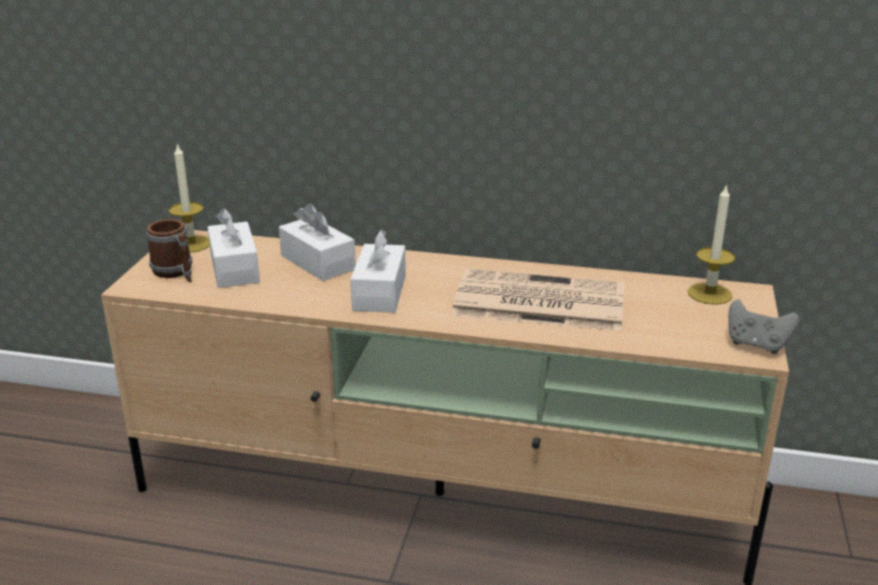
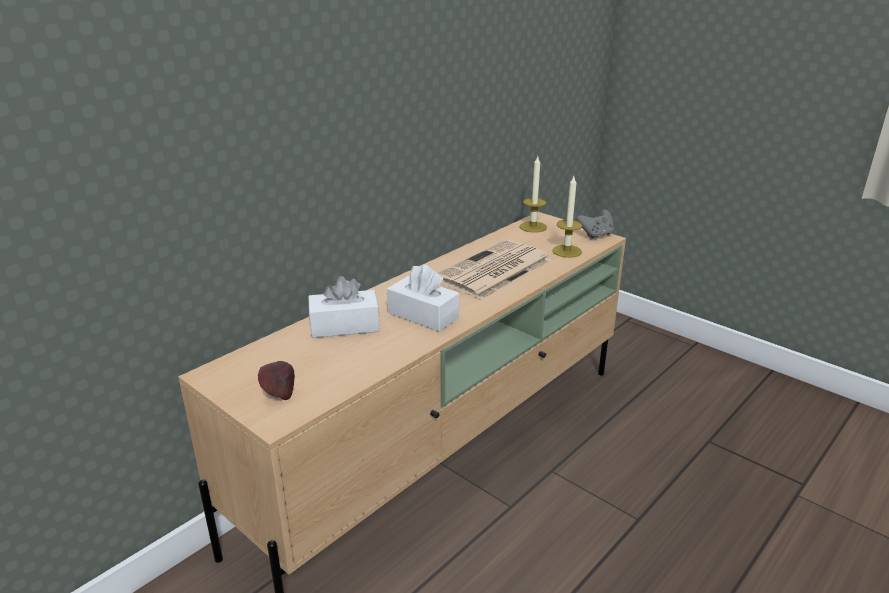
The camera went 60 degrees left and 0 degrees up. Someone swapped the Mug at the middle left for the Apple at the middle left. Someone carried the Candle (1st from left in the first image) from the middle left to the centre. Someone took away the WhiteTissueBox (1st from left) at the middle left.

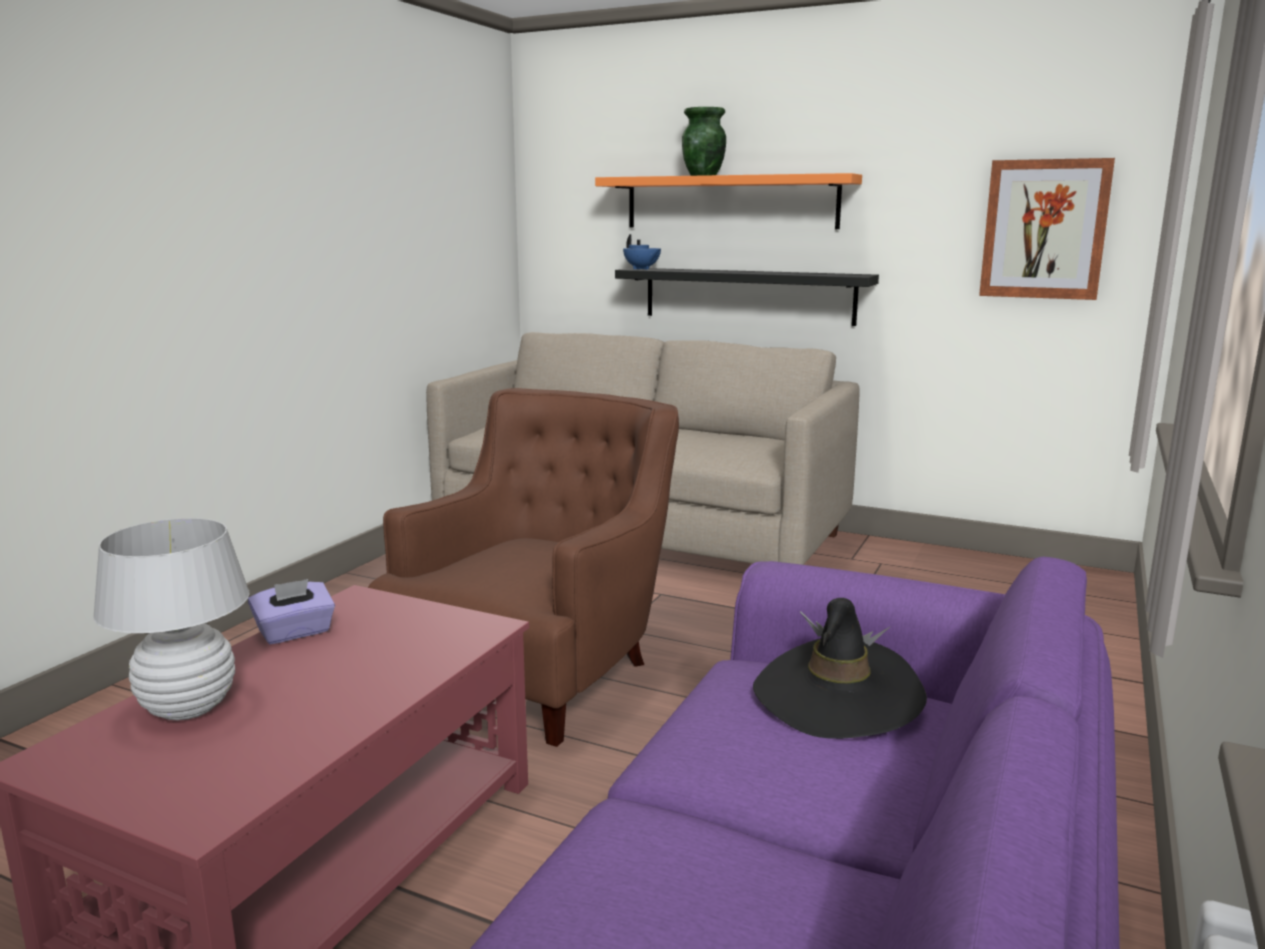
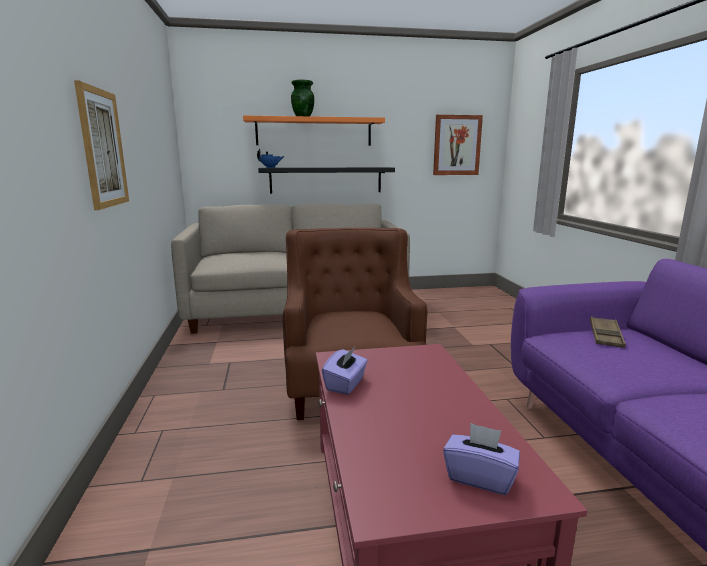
The camera went 35 degrees left and 0 degrees up. Someone put up the Picture (1st from left) at the top left. Someone put down the PurpleTissueBox (2nd from left) at the bottom right. Someone swapped the BlackHat at the bottom centre for the BrownTray at the middle right. Someone took away the WhiteTableLamp at the middle left.

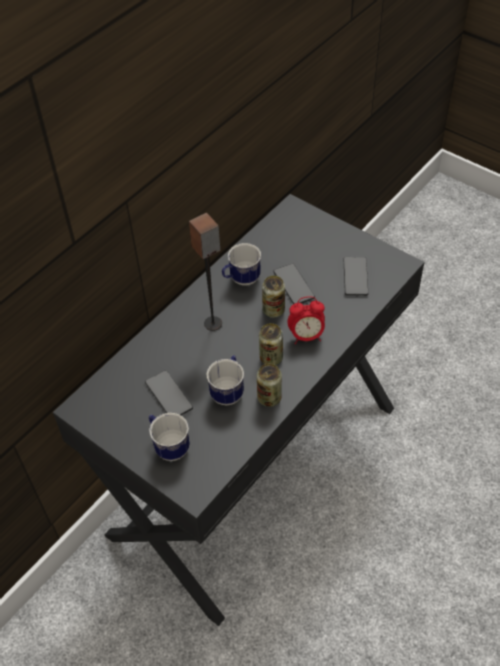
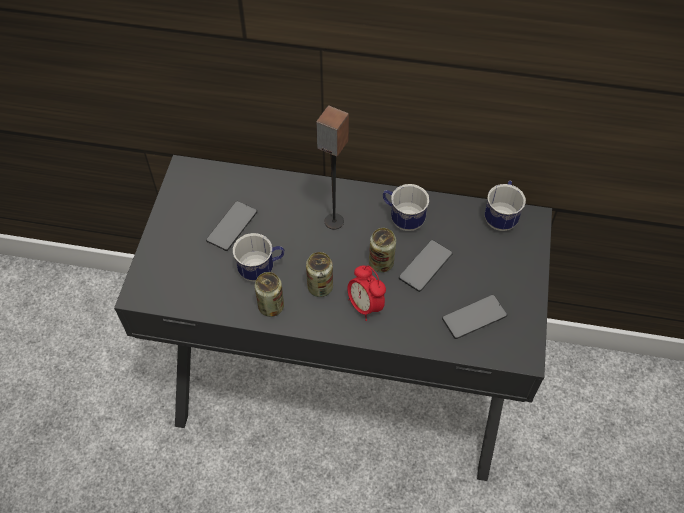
The camera went 60 degrees right and 5 degrees up. Someone carried the Mug (1st from left in the first image) from the centre to the middle right.

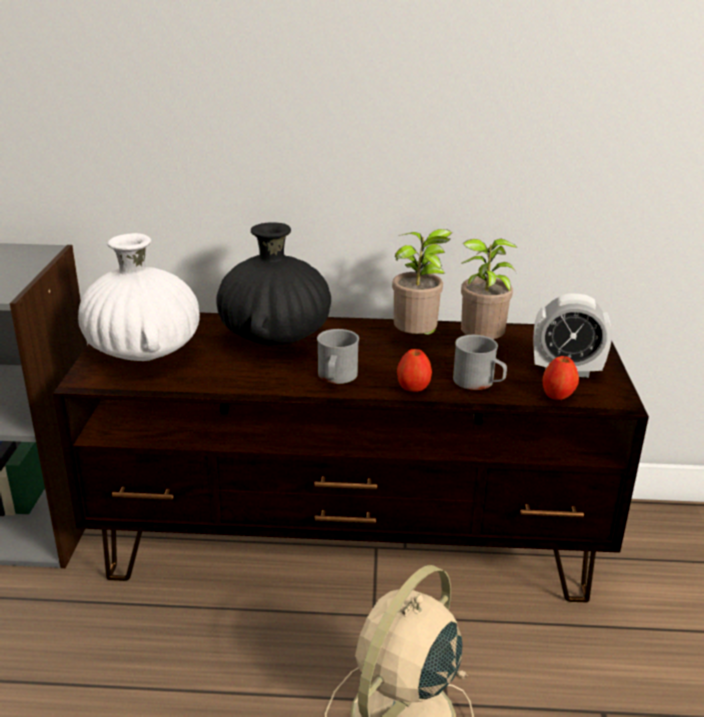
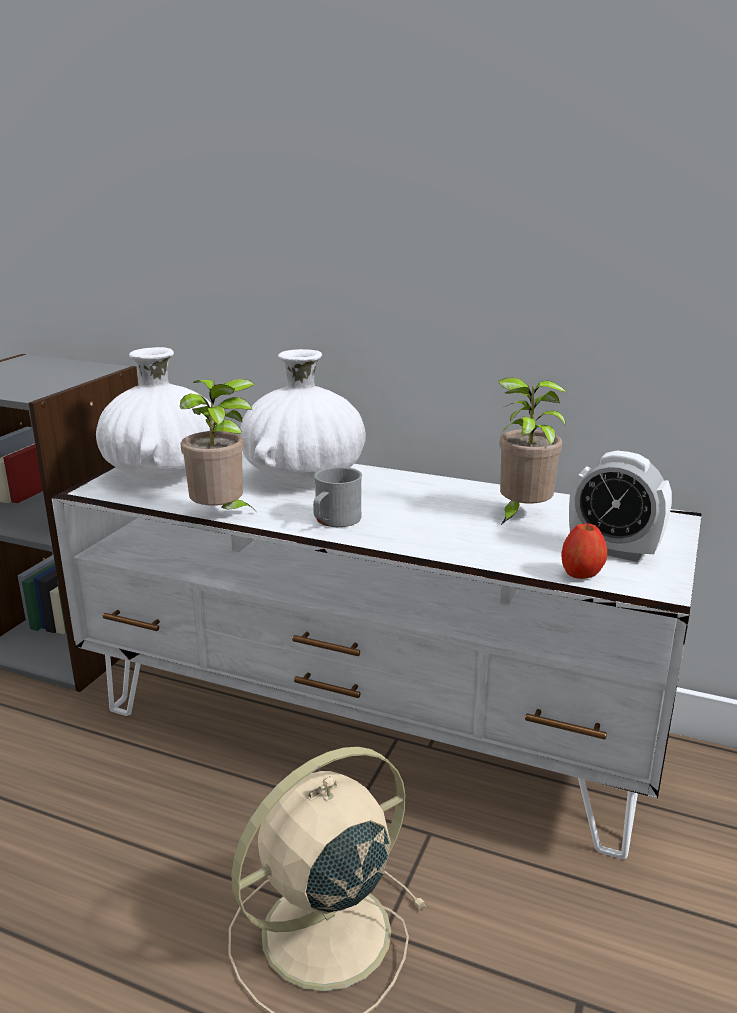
The camera went 20 degrees right and 5 degrees down. Someone repainted the BrownTvStand at the centre, which became the WhiteTvStand at the centre. Someone carried the PottedPlant (1st from left) from the centre to the middle left. Someone repainted the BlackVase at the centre, which became the WhiteVase (2nd from left) at the centre. Someone took away the Apple (1st from left) at the centre. Someone took away the GreyMug (2nd from left) at the middle right.

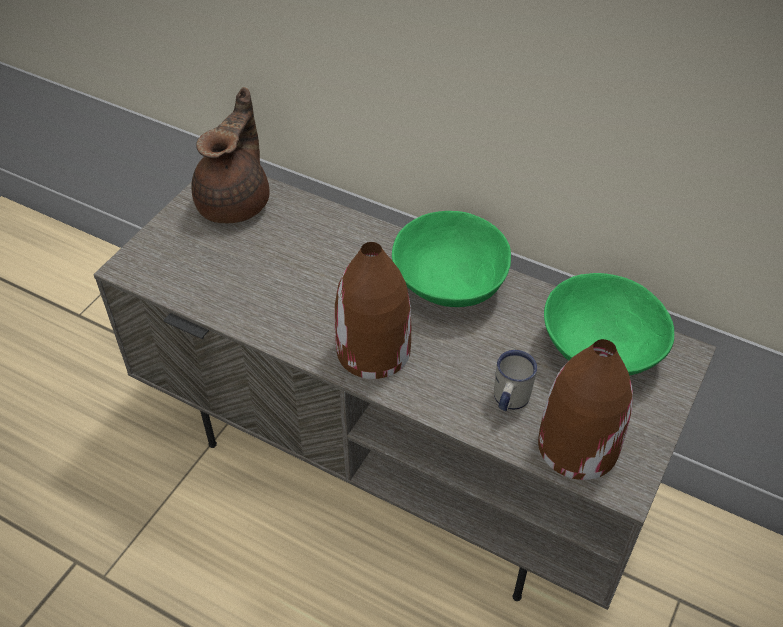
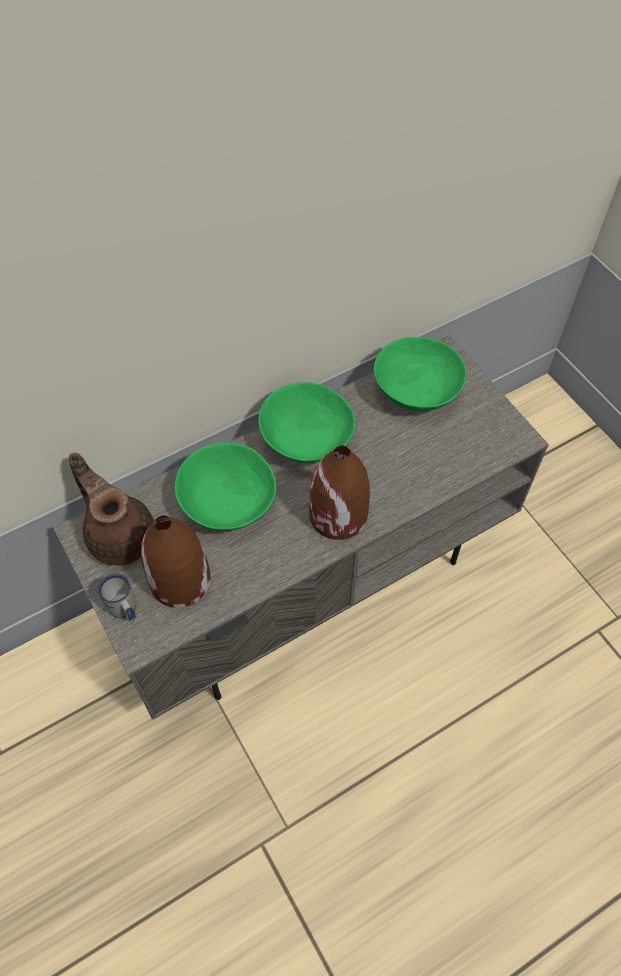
The camera went 60 degrees left and 10 degrees up. Someone carried the WhiteMug from the centre to the middle left. Someone carried the BrownVase (2nd from left in the first image) from the middle right to the middle left. Someone put down the GreenBowl (1st from left) at the centre.

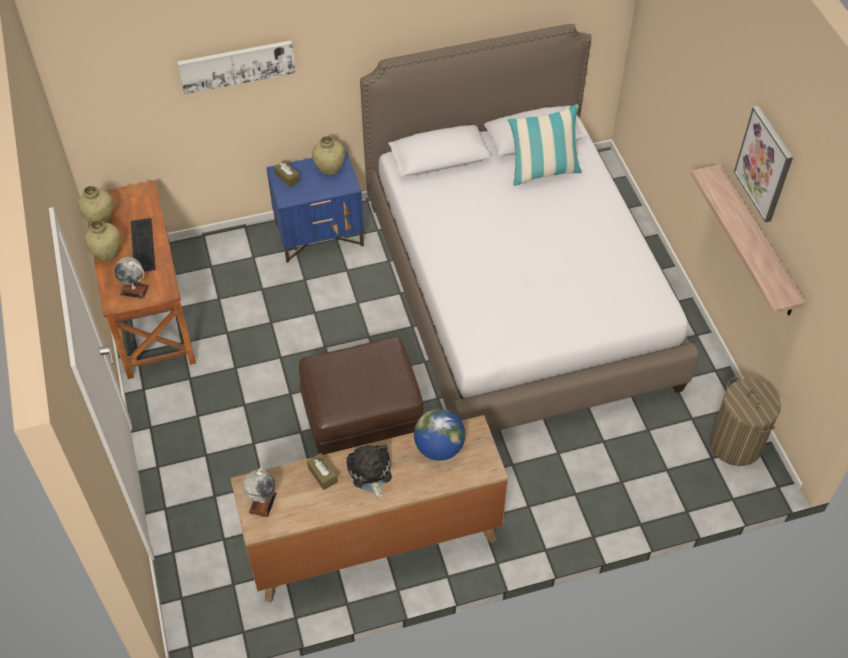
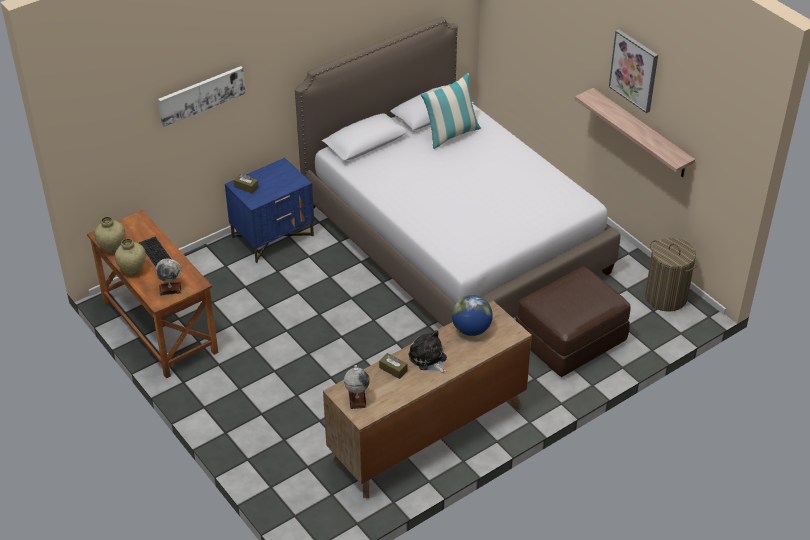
The camera went 20 degrees left and 10 degrees down. Someone carried the BrownOttoman from the centre to the middle right. Someone took away the BeigeVase (3rd from left) at the top centre.

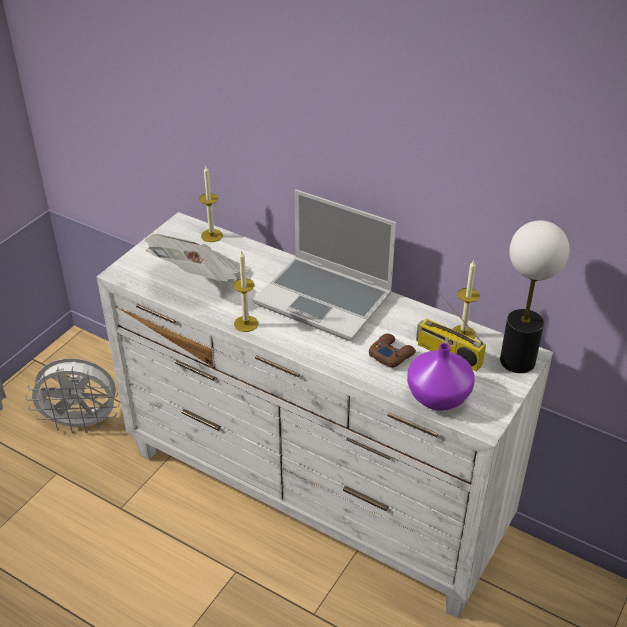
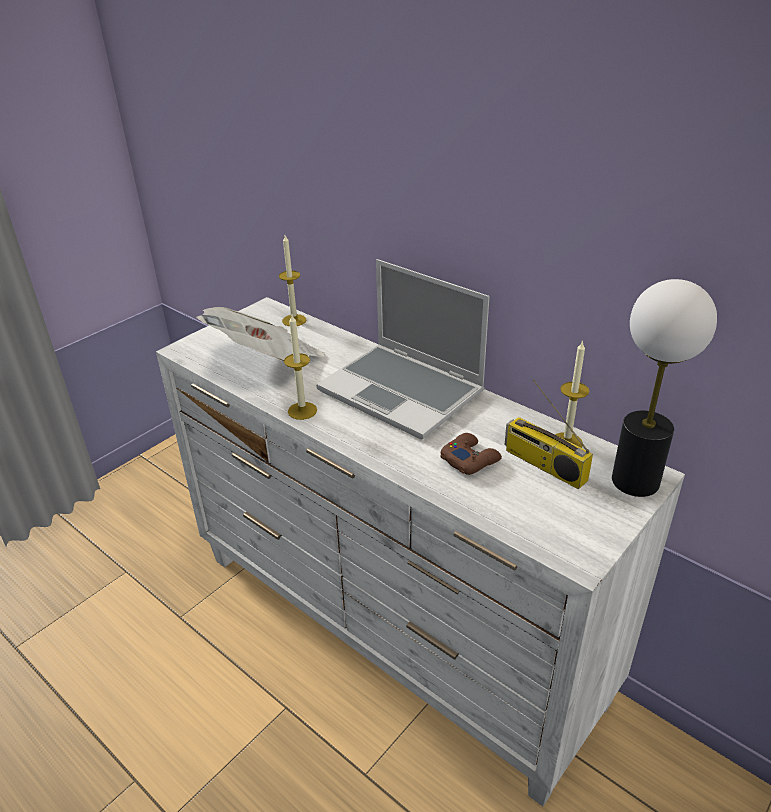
The camera went 10 degrees right and 5 degrees down. Someone took away the WhiteFan at the middle left. Someone took away the PurpleVase at the middle right.

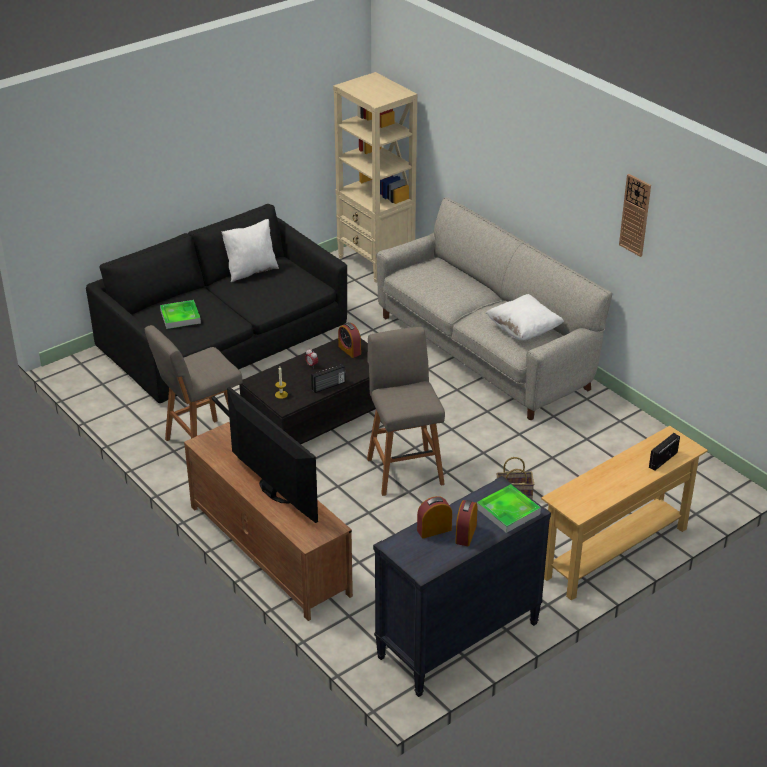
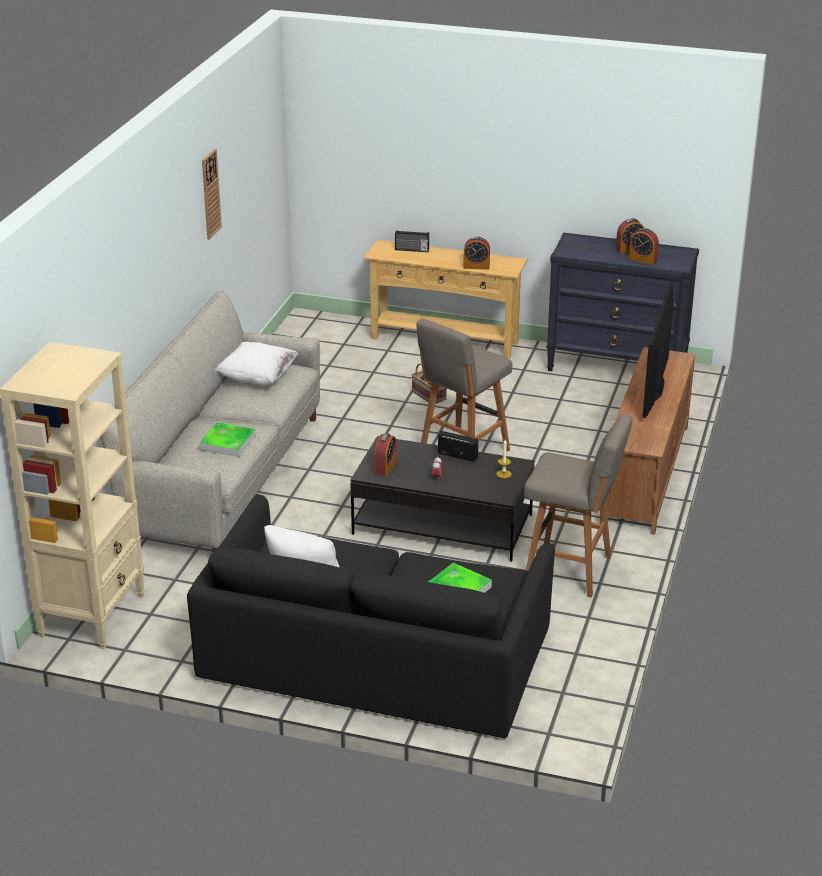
The camera went 125 degrees left and 5 degrees down. Someone carried the Tray (2nd from left in the first image) from the centre to the middle left. Someone put down the AlarmClock (3rd from left) at the top centre.

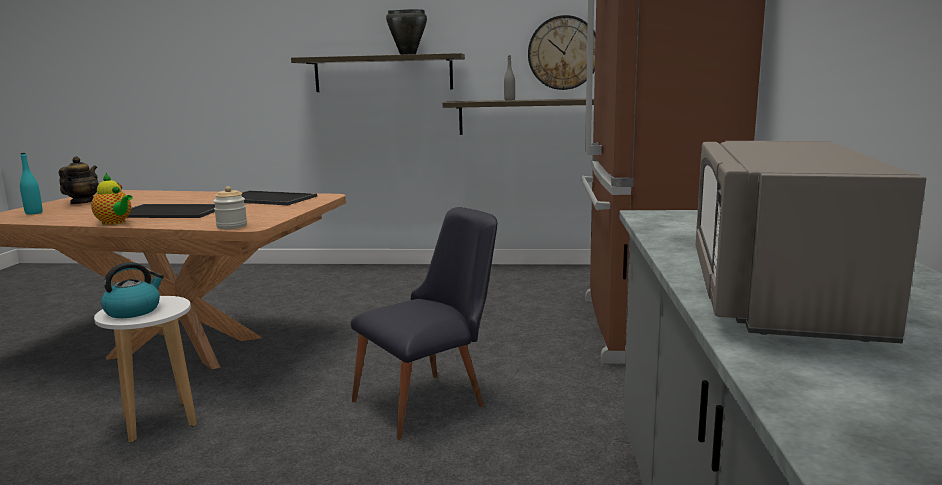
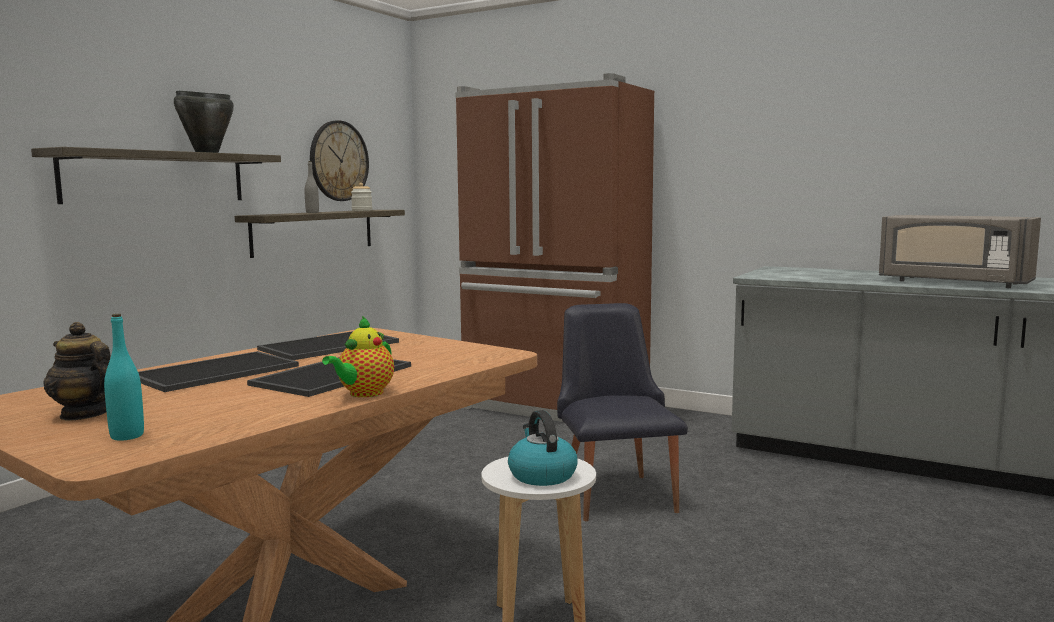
The camera went 65 degrees left and 5 degrees down. Someone put down the Tray (1st from left) at the middle left. Someone rotated the Teapot (2nd from left) at the middle left by 150 degrees clockwise. Someone carried the Jar from the middle left to the top centre.

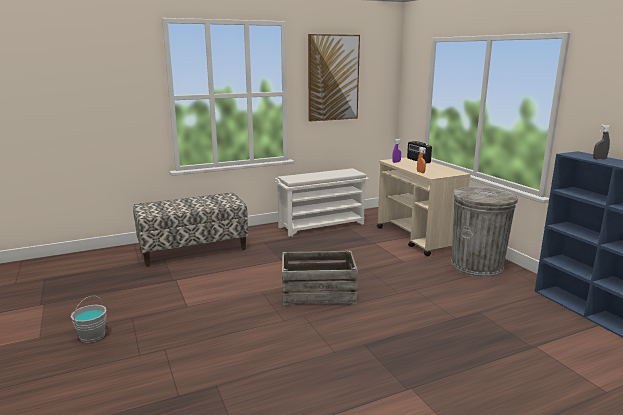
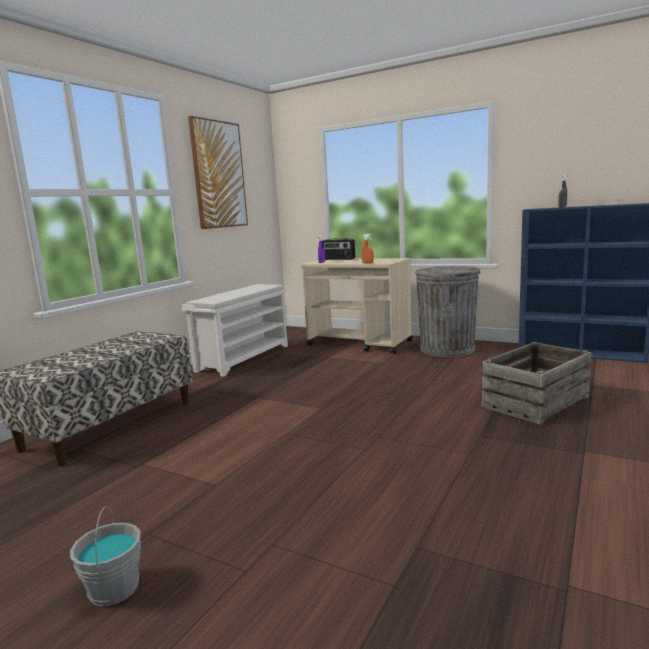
The camera went 35 degrees left and 5 degrees down. Someone carried the Crate from the bottom centre to the middle right.

